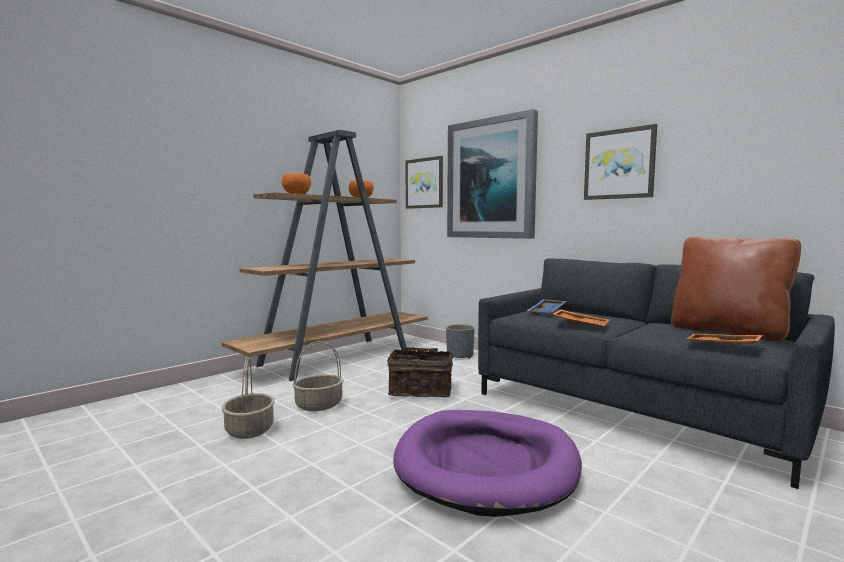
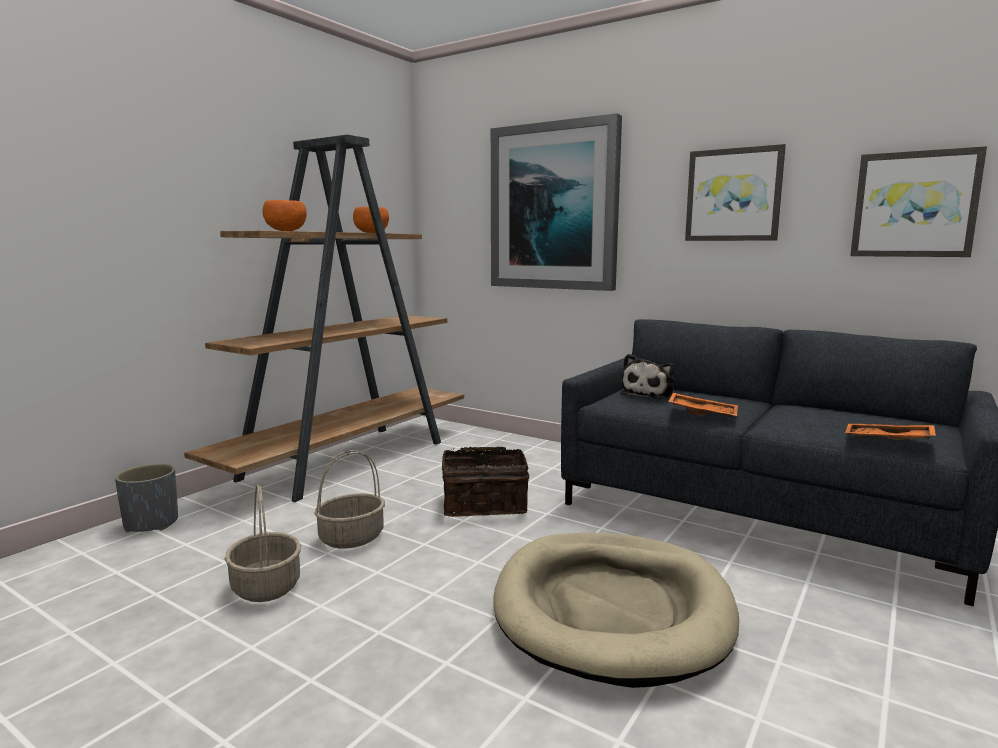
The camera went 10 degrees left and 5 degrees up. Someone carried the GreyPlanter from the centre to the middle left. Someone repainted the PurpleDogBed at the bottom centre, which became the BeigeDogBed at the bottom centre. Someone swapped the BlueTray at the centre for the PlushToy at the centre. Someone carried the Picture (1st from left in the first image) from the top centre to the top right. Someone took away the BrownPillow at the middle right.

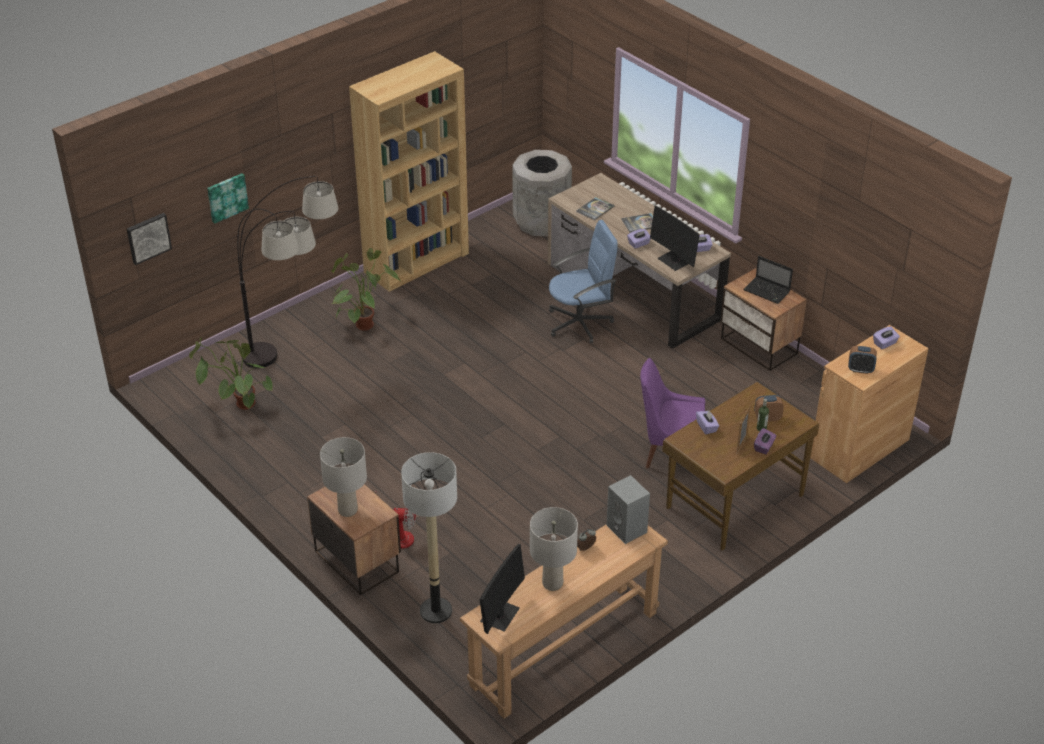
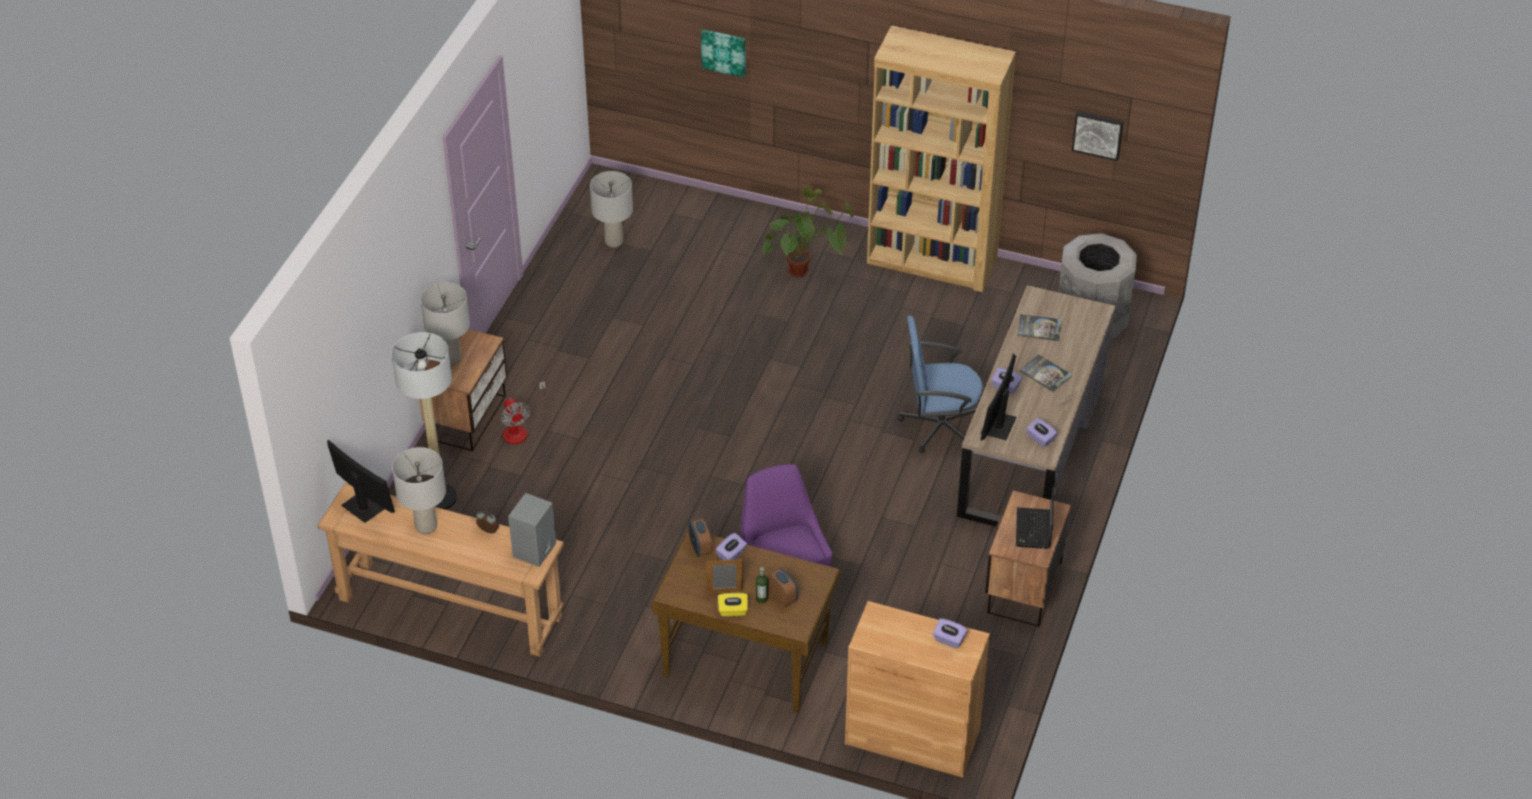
The camera went 60 degrees right and 5 degrees up. Someone rotated the Monitor (1st from left) at the bottom centre by 135 degrees counterclockwise. Someone swapped the PottedPlant (1st from left) at the middle left for the GreyTableLamp (3rd from left) at the top centre. Someone carried the AlarmClock (3rd from left in the first image) from the middle right to the bottom centre. Someone repainted the PurpleTissueBox (4th from left) at the middle right, which became the YellowTissueBox at the bottom centre. Someone rotated the BlueOfficeChair at the centre by 135 degrees clockwise. Someone carried the Picture (1st from left in the first image) from the top left to the top right. Someone took away the FloorLamp (1st from left) at the middle left.

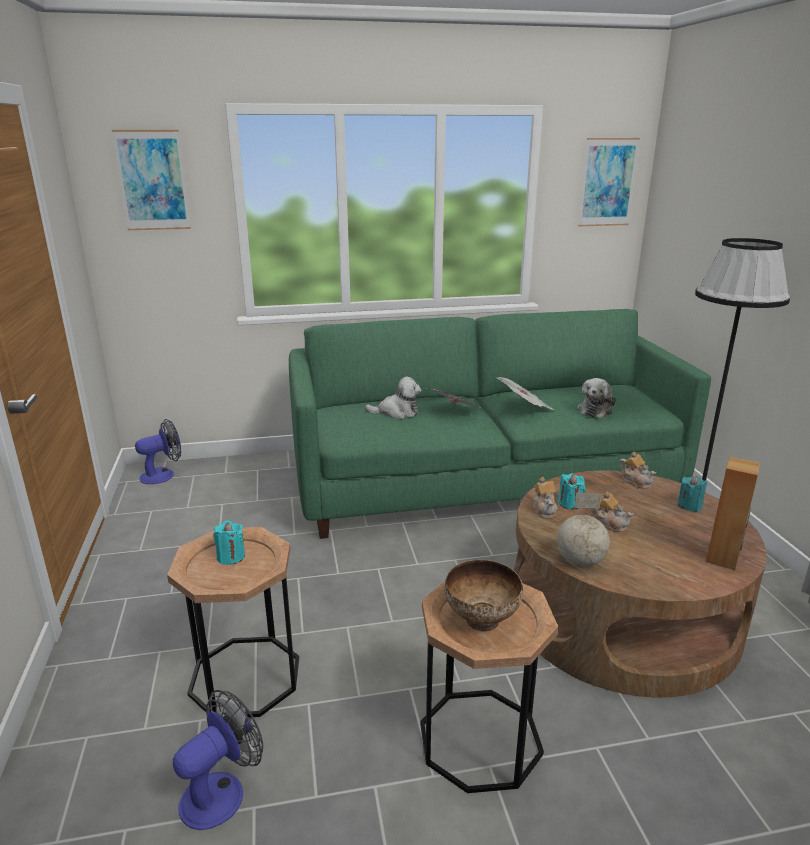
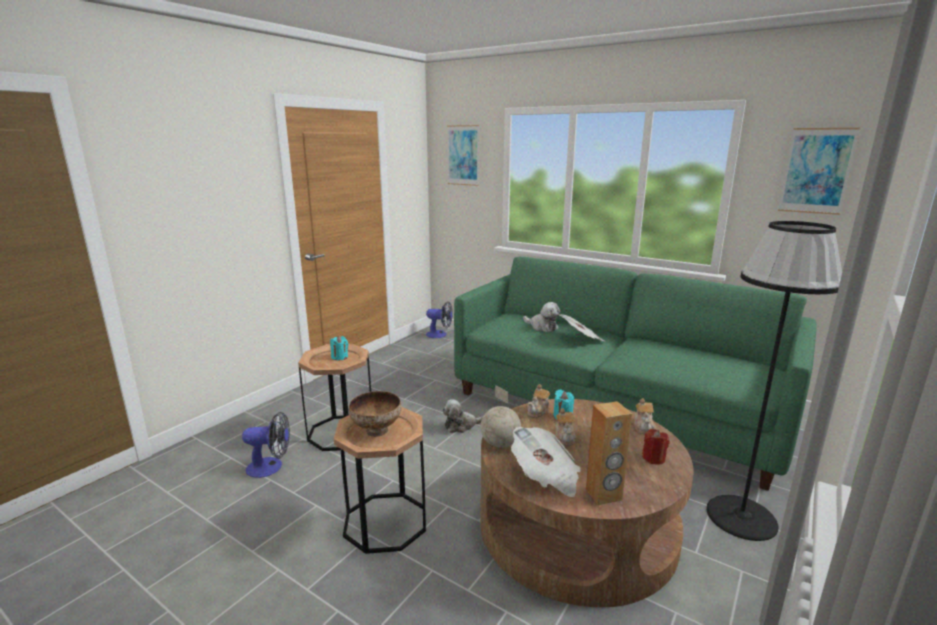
The camera went 45 degrees right and 5 degrees down. Someone carried the PlushToy (2nd from left in the first image) from the middle right to the centre. Someone carried the Newspaper (2nd from left in the first image) from the centre to the bottom centre. Someone repainted the TurquoiseCandle (3rd from left) at the middle right, which became the RedCandle at the bottom right.

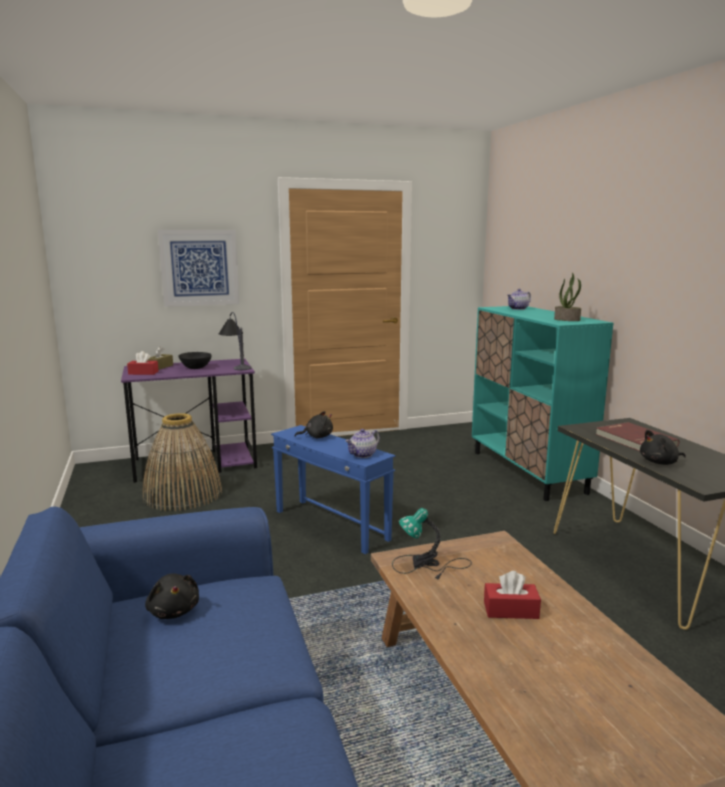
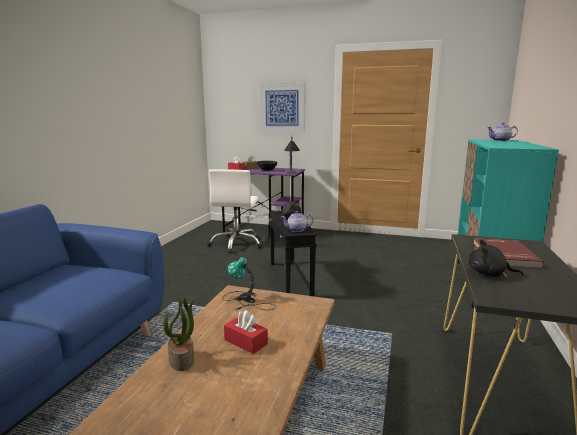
The camera went 35 degrees right and 0 degrees up. Someone carried the PottedPlant from the middle right to the bottom left. Someone swapped the Basket at the middle left for the WhiteOfficeChair at the centre. Someone repainted the BlueSideTable at the centre, which became the BlackSideTable at the centre. Someone took away the BlackPlushToy (1st from left) at the bottom left.

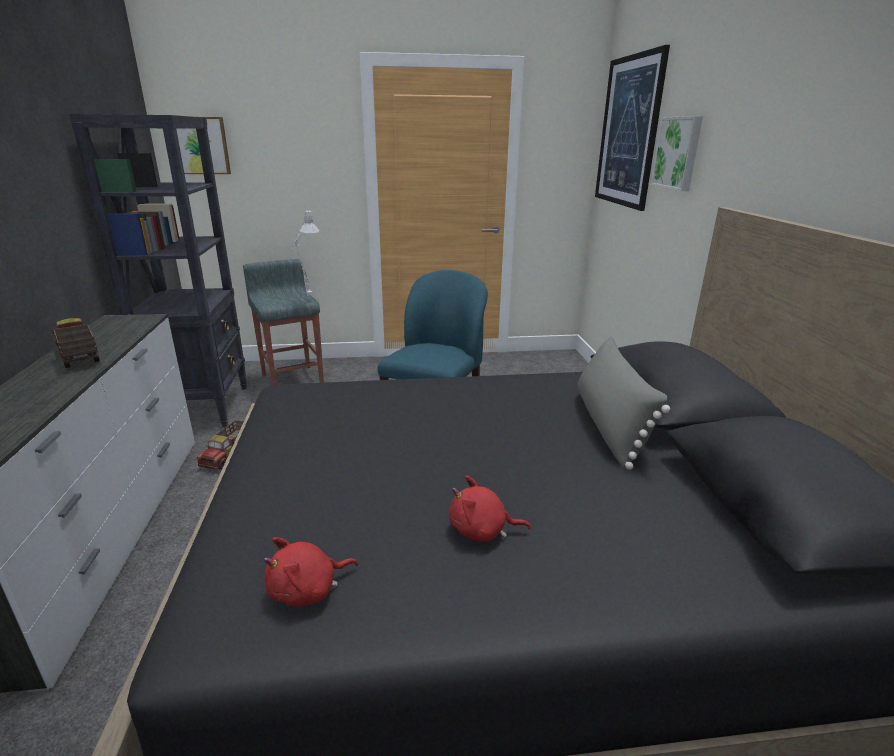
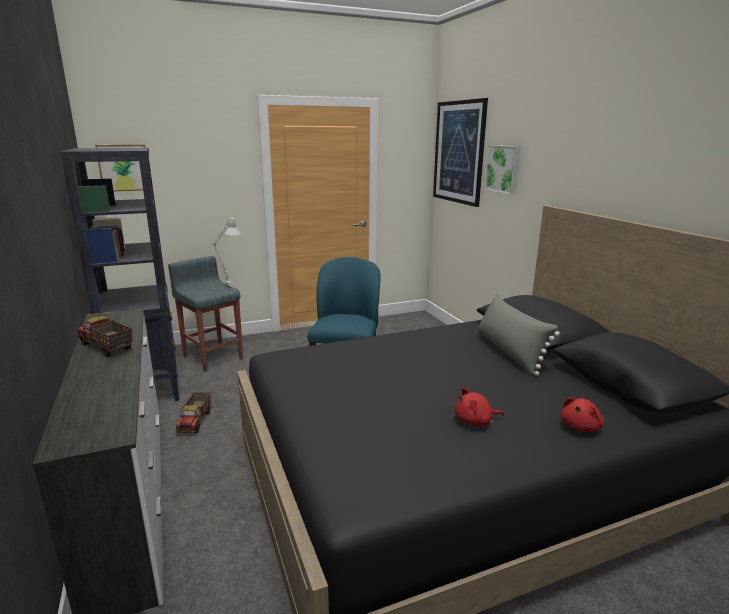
The camera went 15 degrees left and 5 degrees down. Someone carried the RedPlushToy (1st from left in the first image) from the bottom centre to the bottom right.

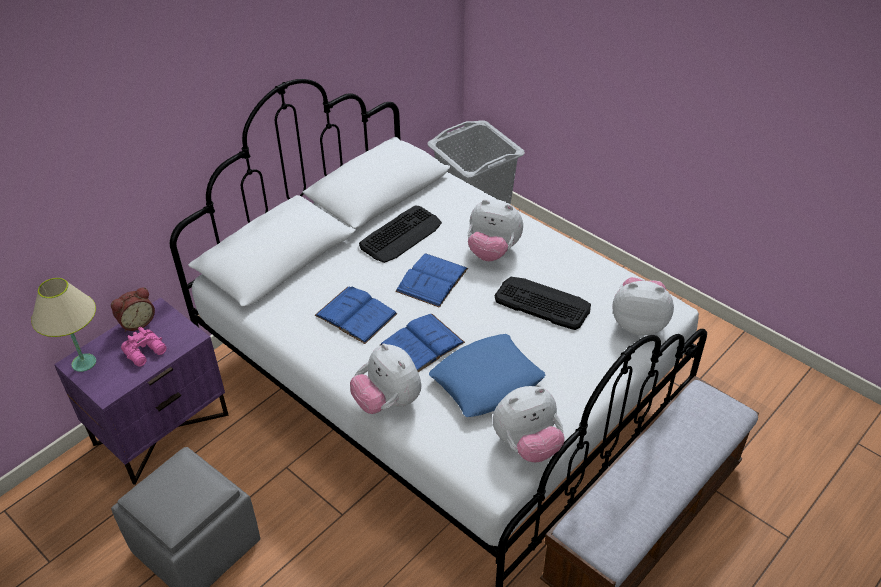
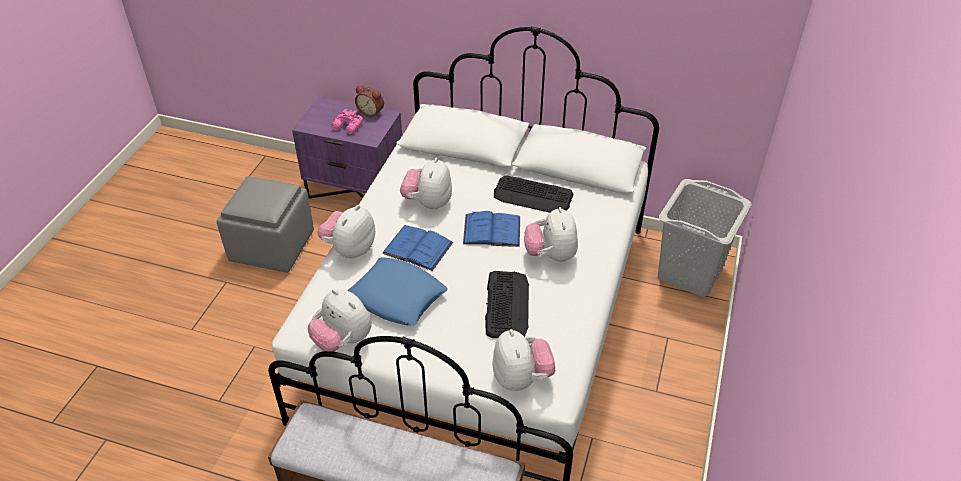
The camera went 65 degrees right and 0 degrees up. Someone swapped the BlueBook (1st from left) at the centre for the PlushToy (3rd from left) at the centre. Someone took away the BeigeTableLamp at the middle left.

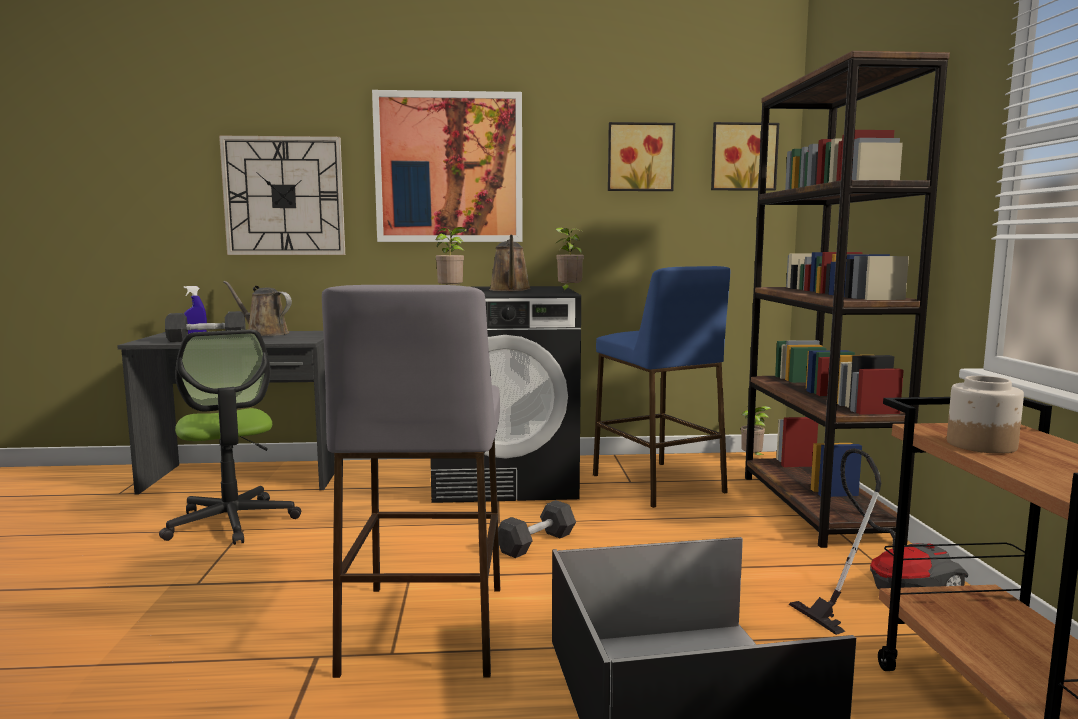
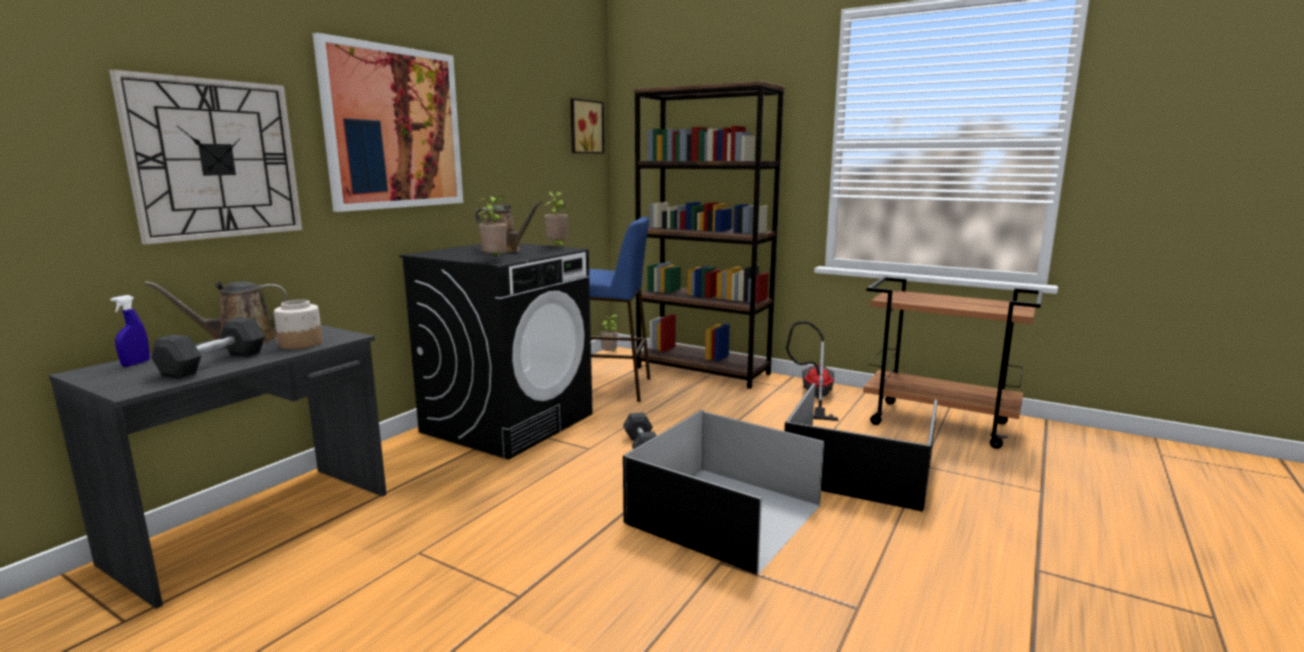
The camera went 55 degrees left and 5 degrees up. Someone carried the Jar from the middle right to the middle left. Someone swapped the GreyStool at the bottom centre for the BlackStorageBox (1st from left) at the bottom centre. Someone took away the OfficeChair at the middle left. Someone took away the Picture (2nd from left) at the top centre.

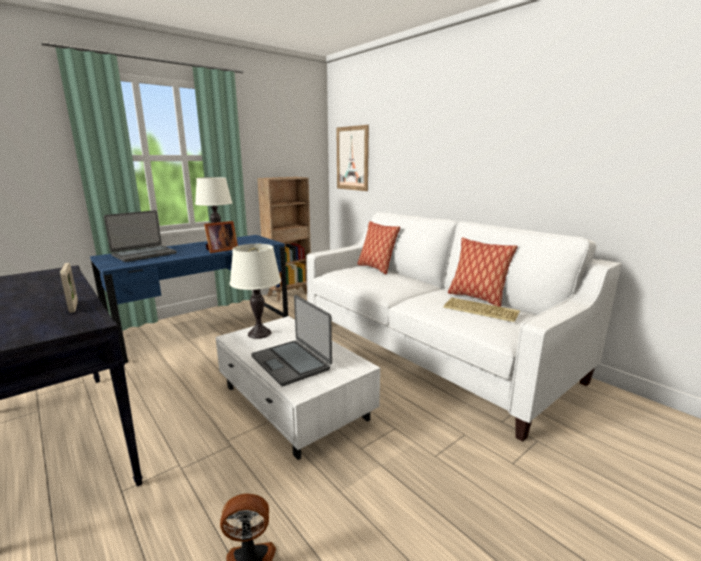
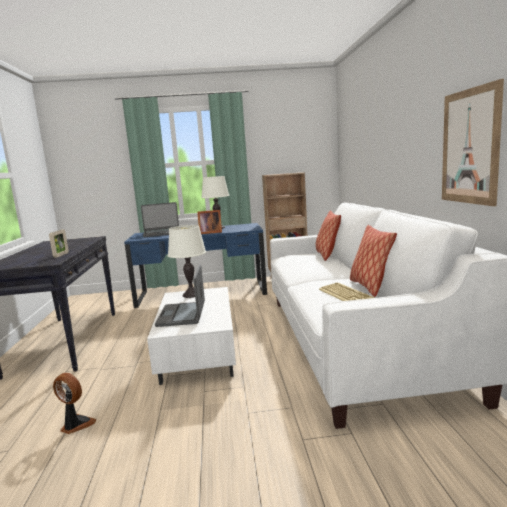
The camera went 35 degrees right and 5 degrees down. Someone carried the Picture from the top centre to the top right.

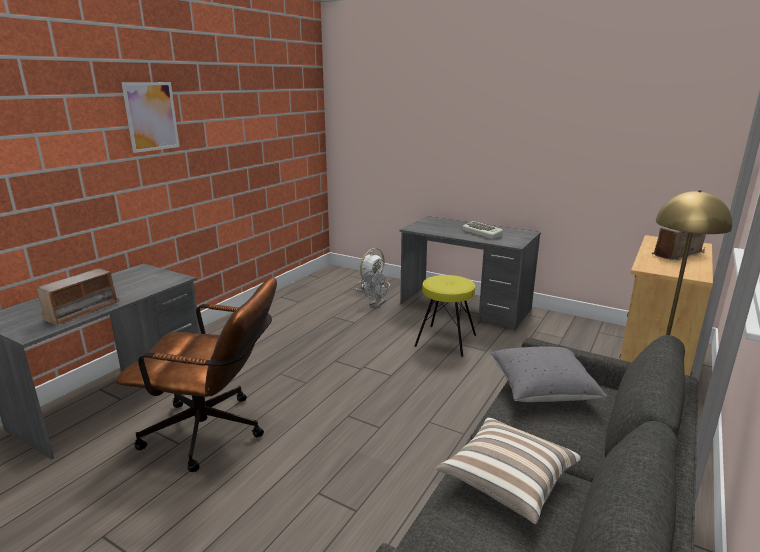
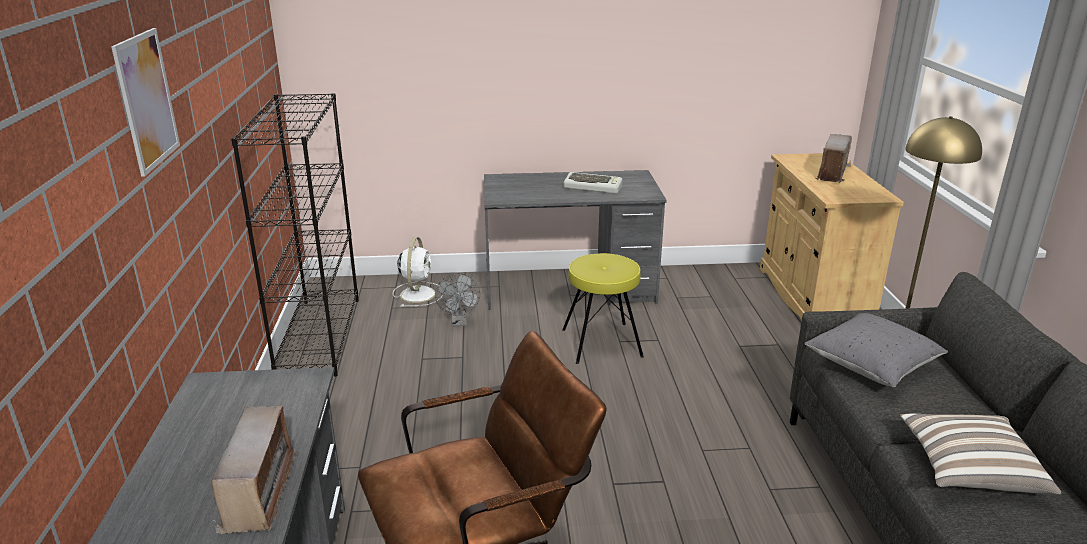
The camera went 35 degrees left and 5 degrees up. Someone put down the BlackBookcase at the middle left.

